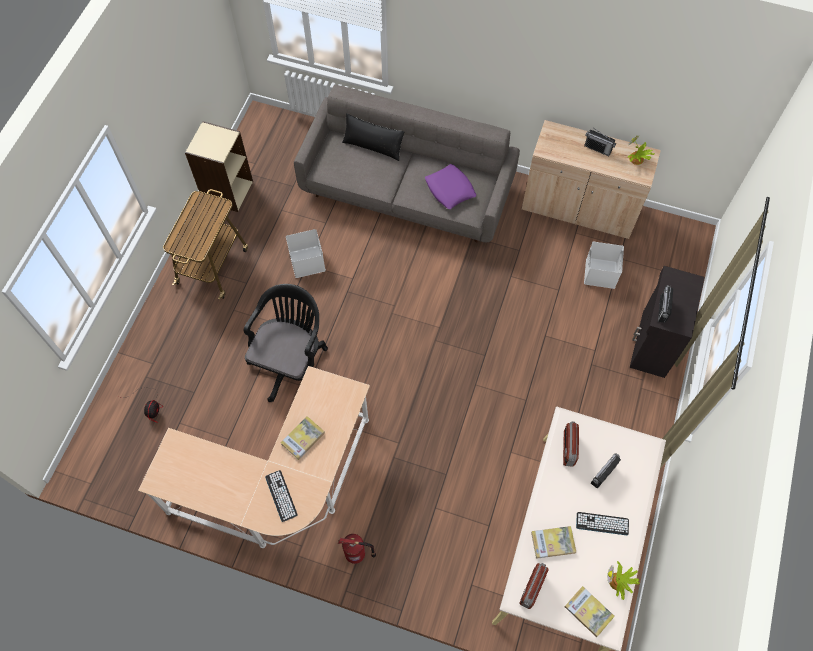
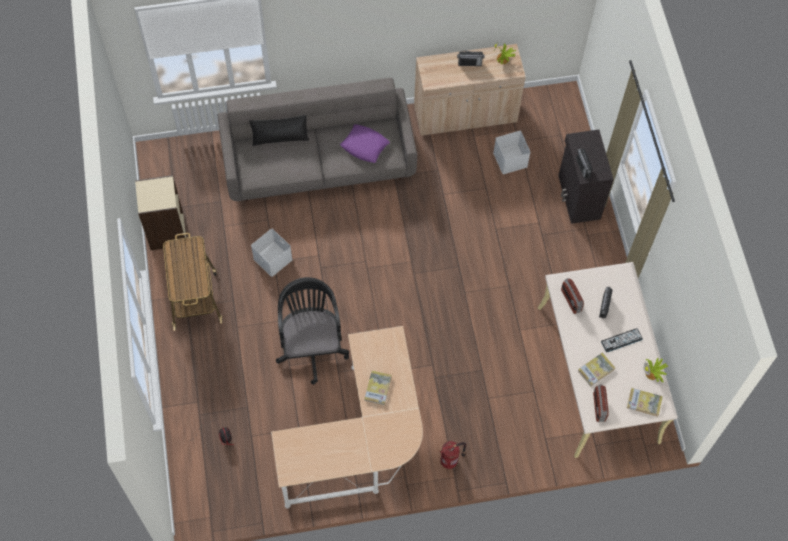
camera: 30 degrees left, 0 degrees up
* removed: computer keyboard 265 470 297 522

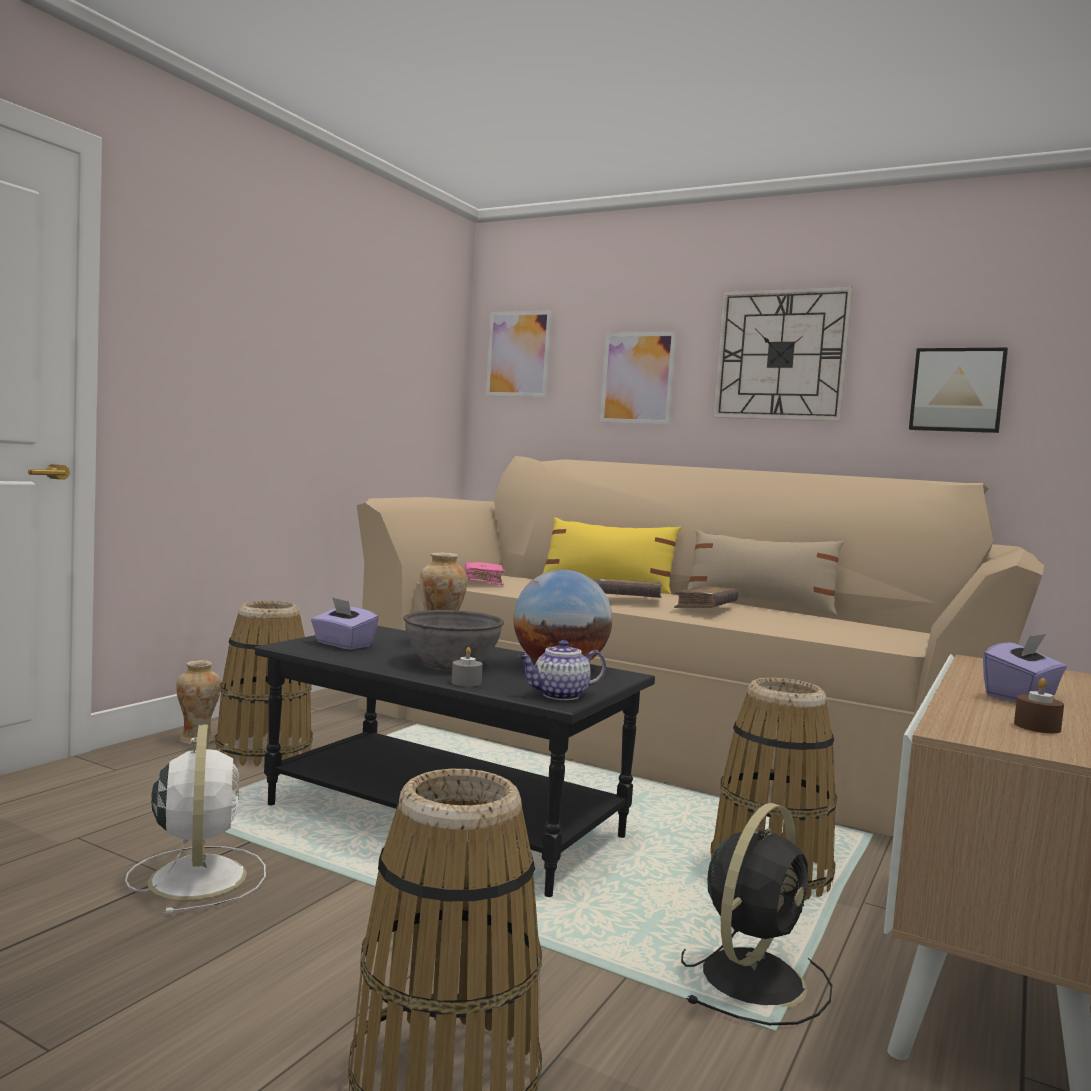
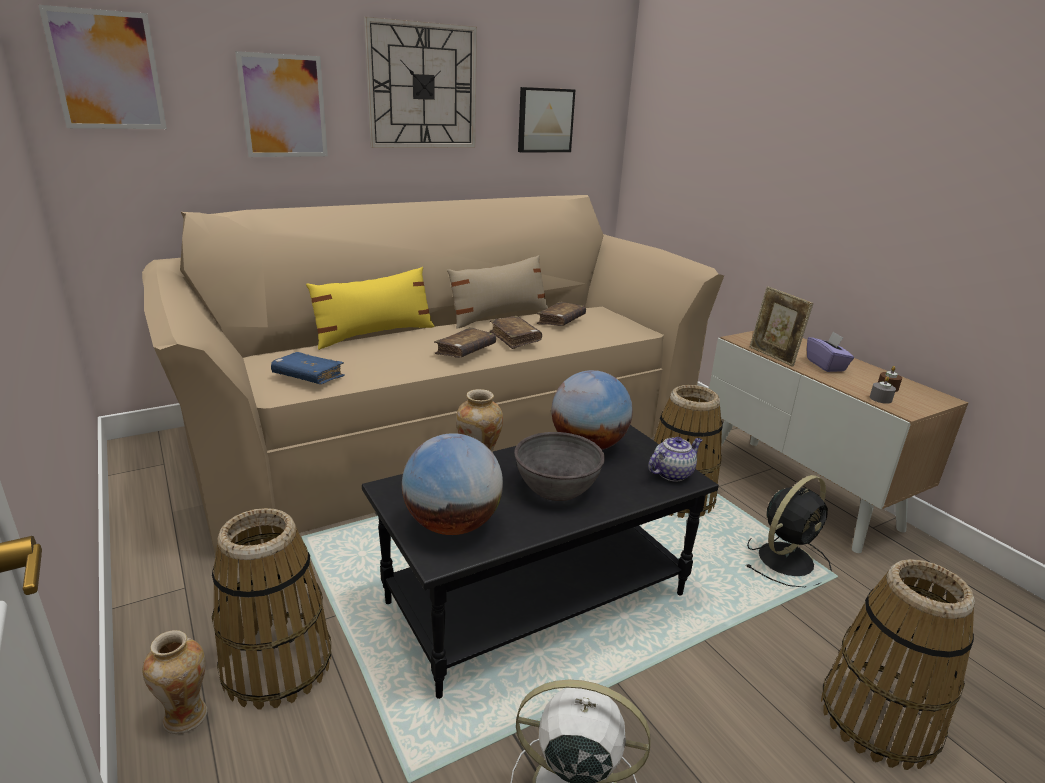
camera: 60 degrees left, 20 degrees up
* recoloured: pink-coloured bound book 465 562 505 585 to bluish bound book 271 352 345 384
* replaced: purplish tissue box 311 597 379 650 to world globe 402 433 503 535
* turned: teapot 518 640 606 700 = 648 437 702 482 135 degrees counterclockwise
* moved: gray wax candle 451 647 483 686 to 870 376 896 404
* turned: black-coloured cooling fan 681 803 832 1026 = 745 475 832 587 75 degrees clockwise
* added: picture frame 750 286 813 367
* added: brown bound book 537 302 586 326

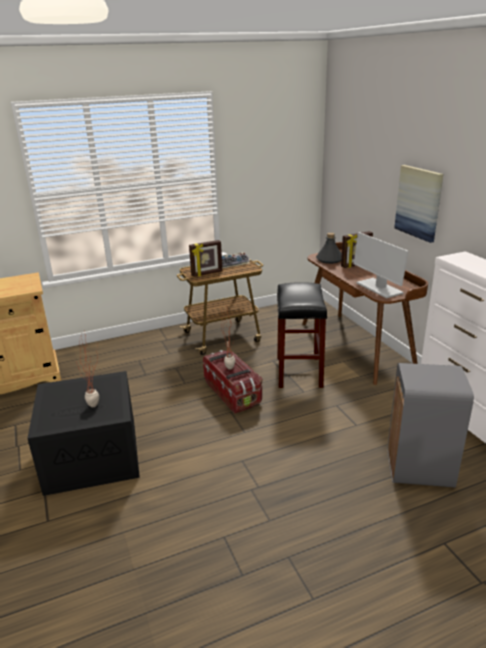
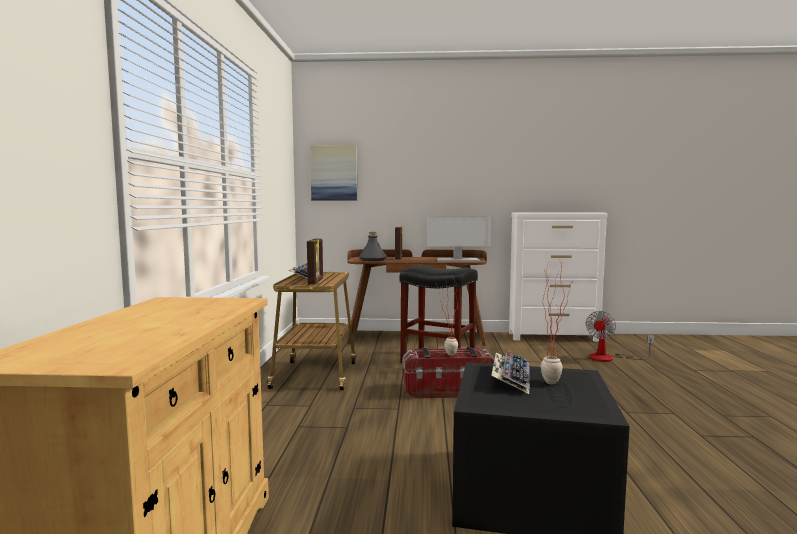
camera: 65 degrees left, 20 degrees down
* moved: picture 394 165 443 243 to 310 145 357 200
* replaced: gray trash can 388 363 474 487 to cooling fan 586 311 654 362
* added: computer keyboard 491 351 530 394

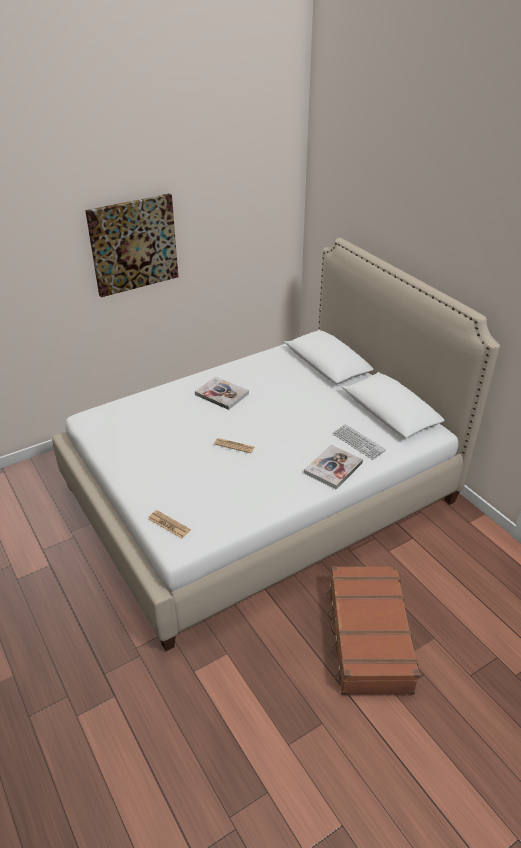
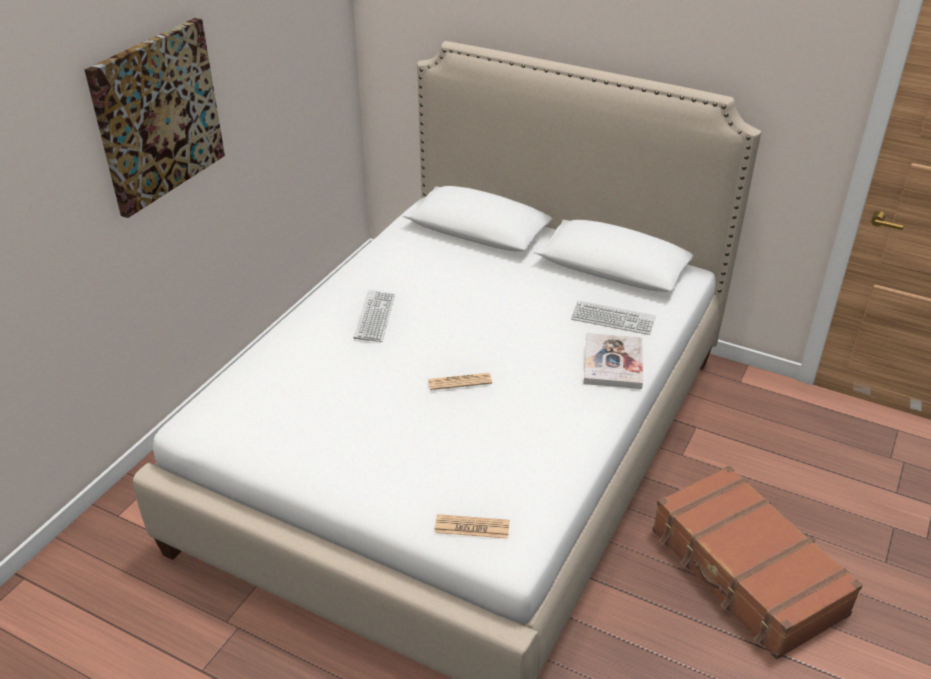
camera: 30 degrees left, 0 degrees up
* replaced: bound book 195 376 249 410 to computer keyboard 353 290 395 342

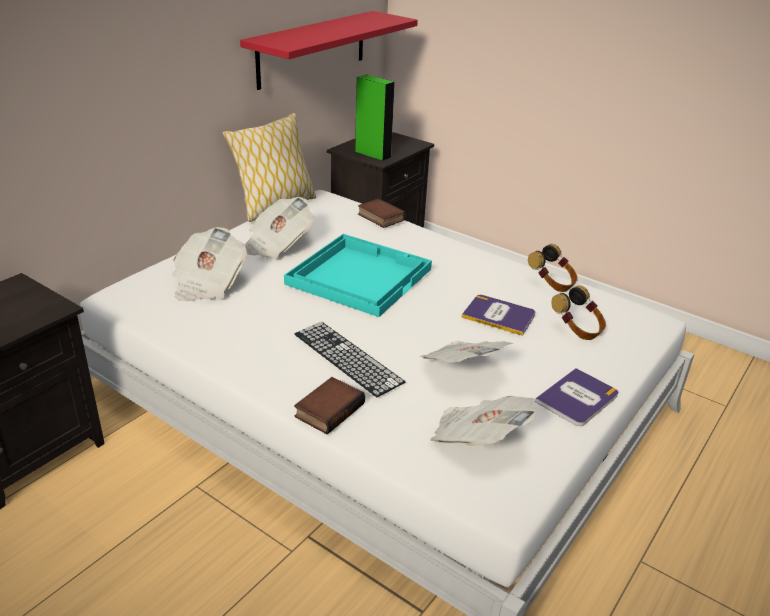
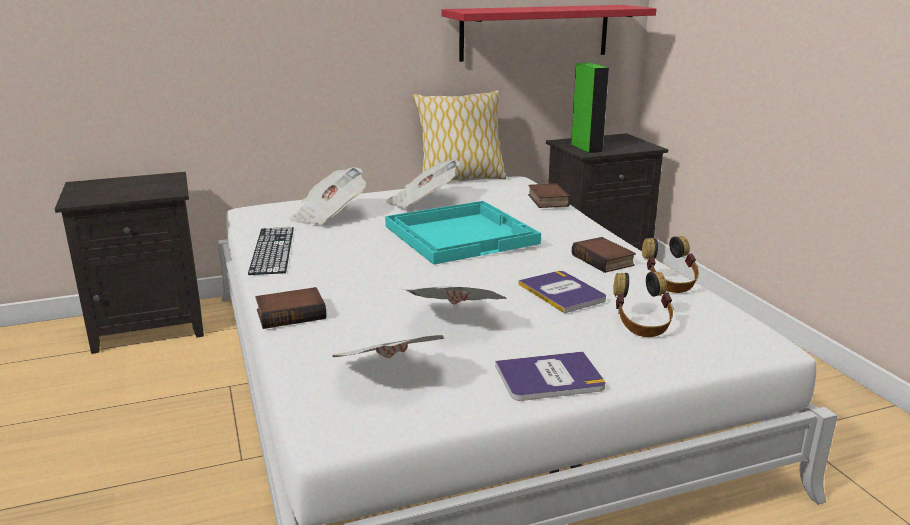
camera: 35 degrees right, 10 degrees down
* moved: computer keyboard 295 322 405 397 to 248 227 294 275
* added: bound book 572 237 636 273

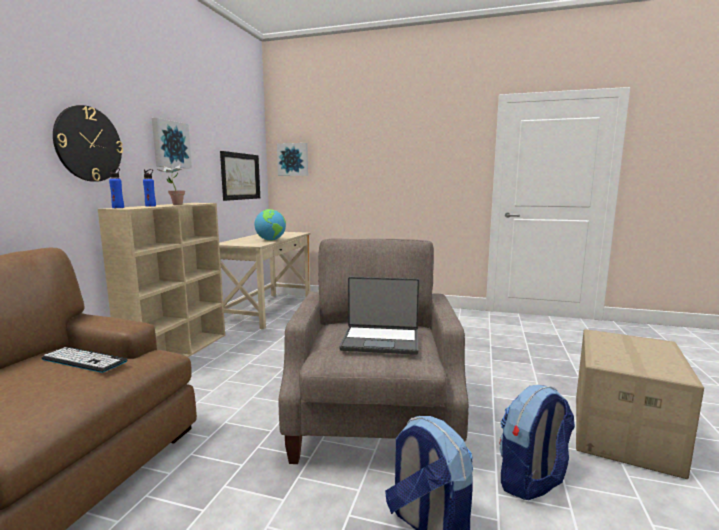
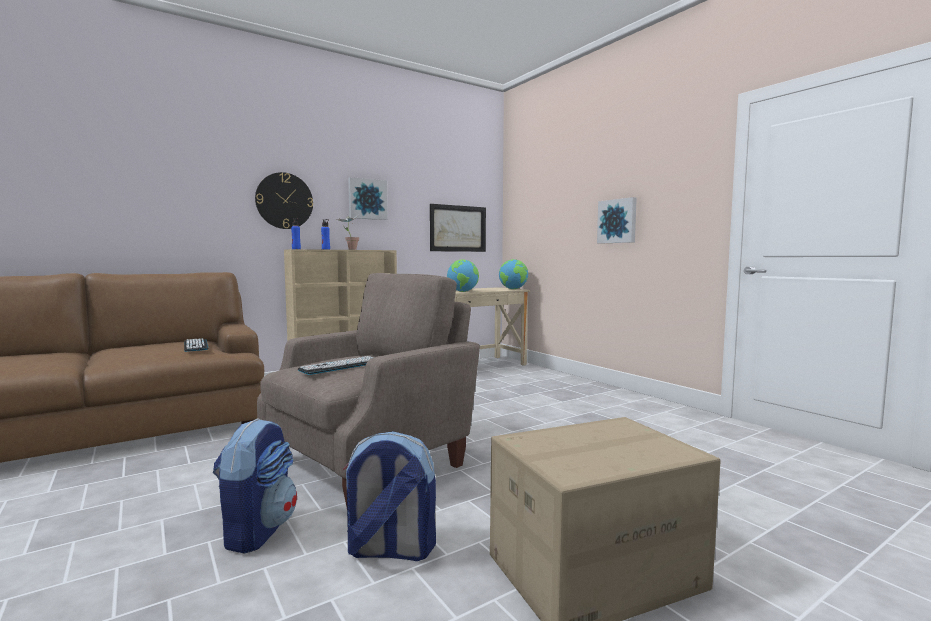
camera: 40 degrees right, 5 degrees down
* moved: picture 277 143 308 176 to 597 197 637 244
* replaced: notebook computer 339 277 419 355 to computer keyboard 298 356 374 375
* added: world globe 499 259 528 289

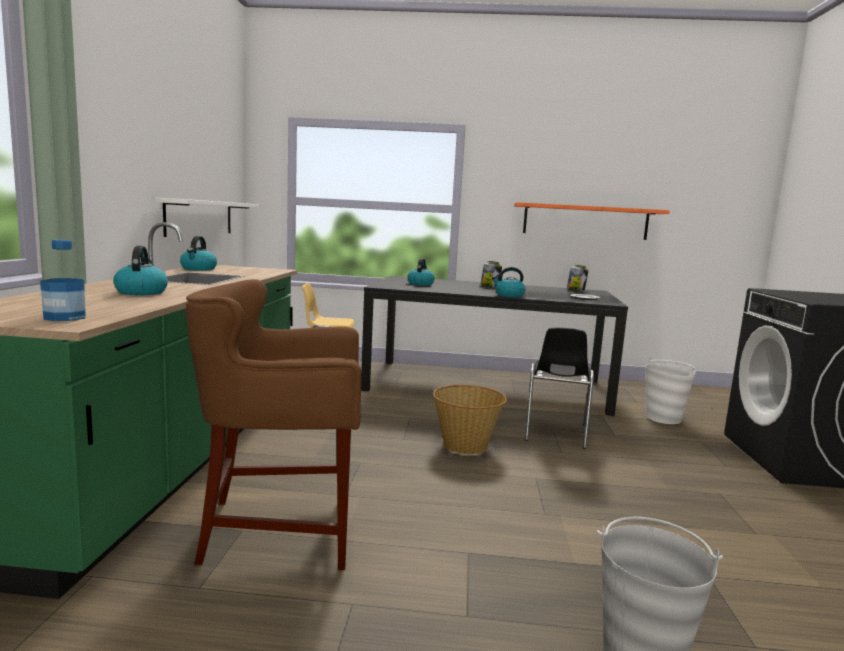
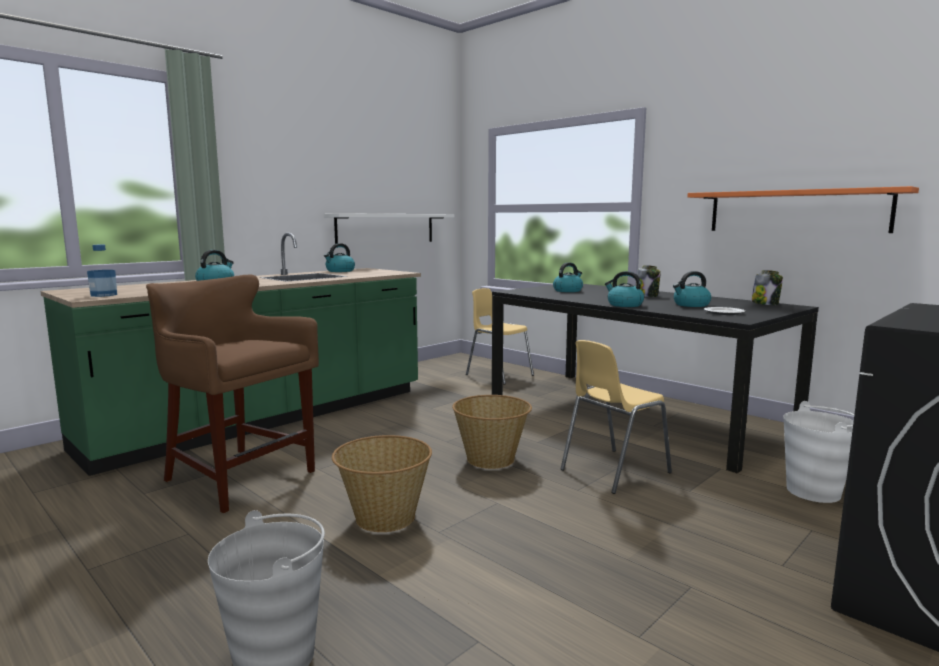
camera: 40 degrees right, 0 degrees up
* recoloured: black-coloured chair 525 327 594 449 to yellow chair 561 340 672 494
* added: tea kettle 673 271 711 307
* added: storage basket 332 435 432 532

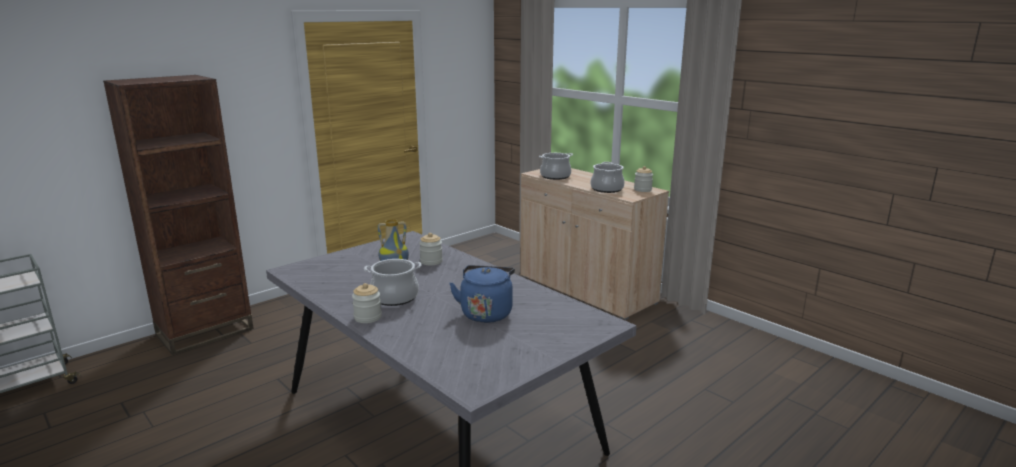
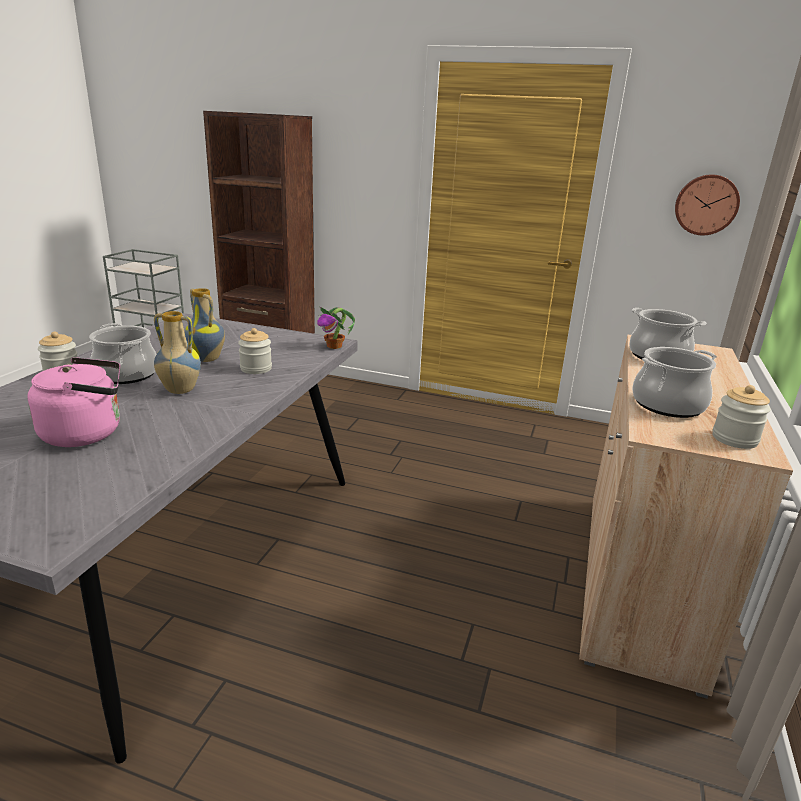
camera: 60 degrees right, 5 degrees up
* recoloured: bluish tea kettle 449 265 515 323 to pink-coloured tea kettle 27 357 120 447
* added: hanging clock 675 174 740 235
* added: plant in a pot 317 307 355 349
* added: vase 154 311 201 394

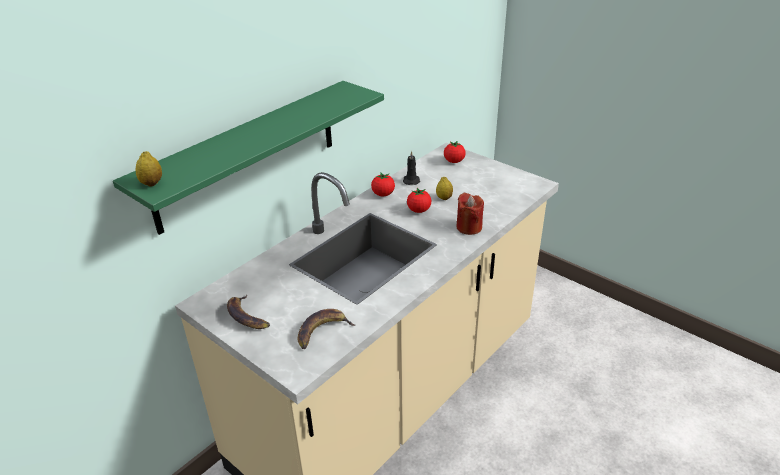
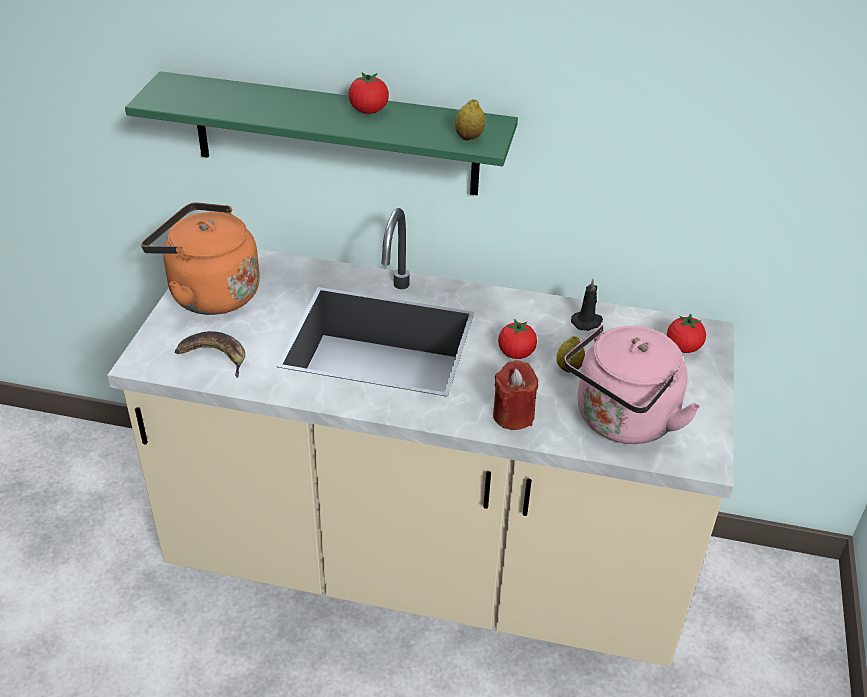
camera: 60 degrees right, 5 degrees up
* moved: citrus fruit 135 151 162 187 to 455 99 485 140
* moved: tomato 371 172 395 196 to 348 73 389 114
* replaced: banana 227 295 270 329 to orange-coloured tea kettle 141 202 260 315
* added: pink-coloured tea kettle 564 325 700 444

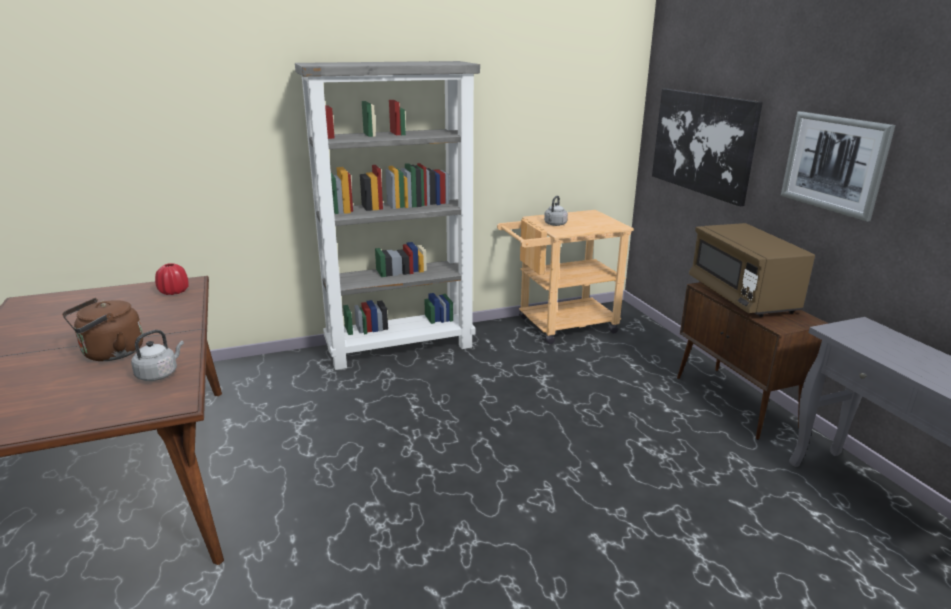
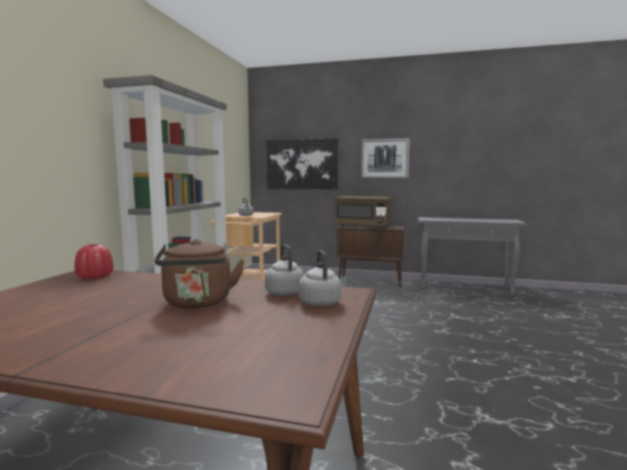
camera: 55 degrees left, 15 degrees down
* added: gray tea kettle 299 250 342 306

